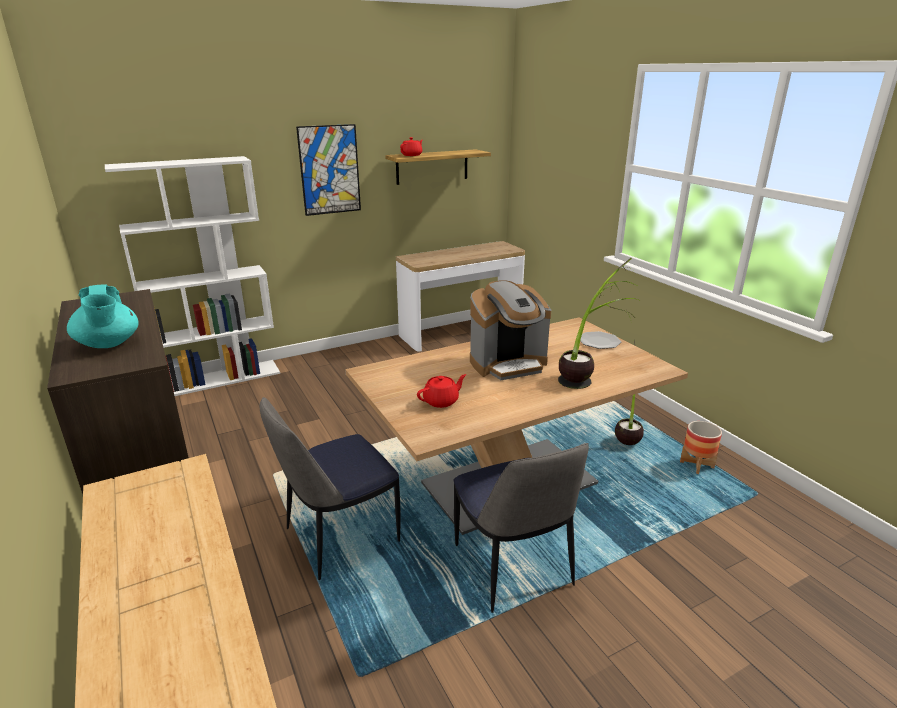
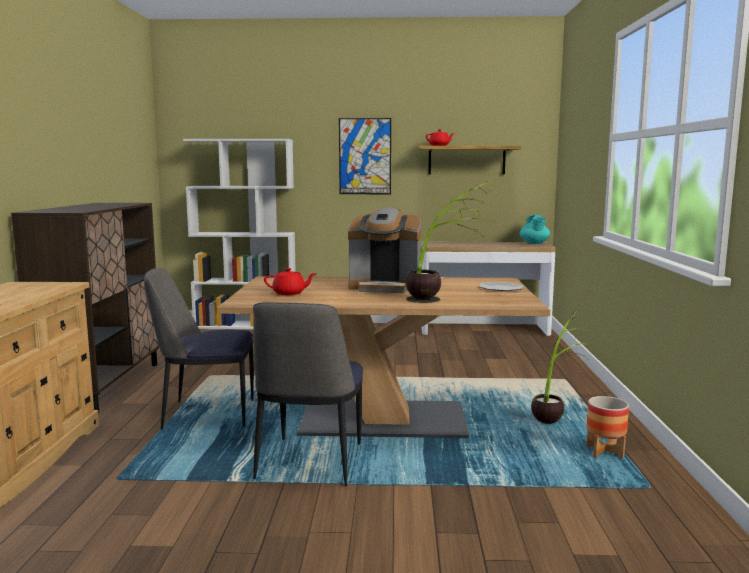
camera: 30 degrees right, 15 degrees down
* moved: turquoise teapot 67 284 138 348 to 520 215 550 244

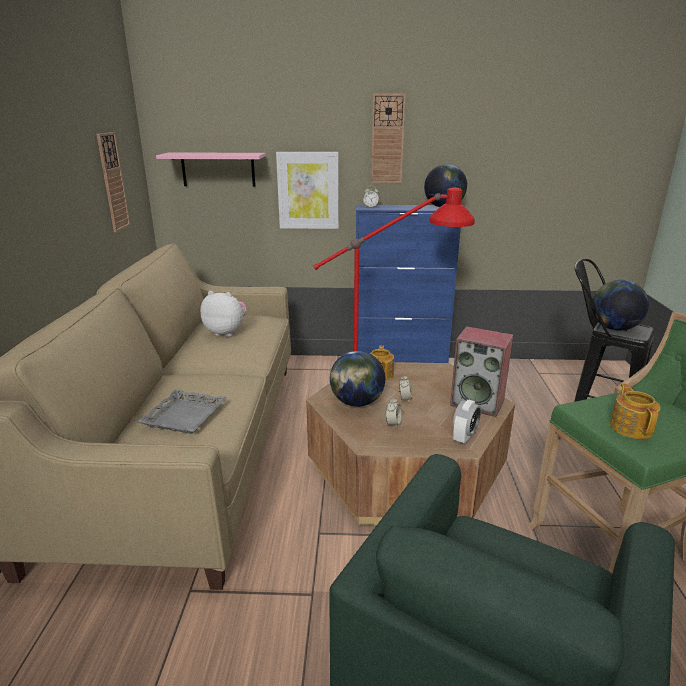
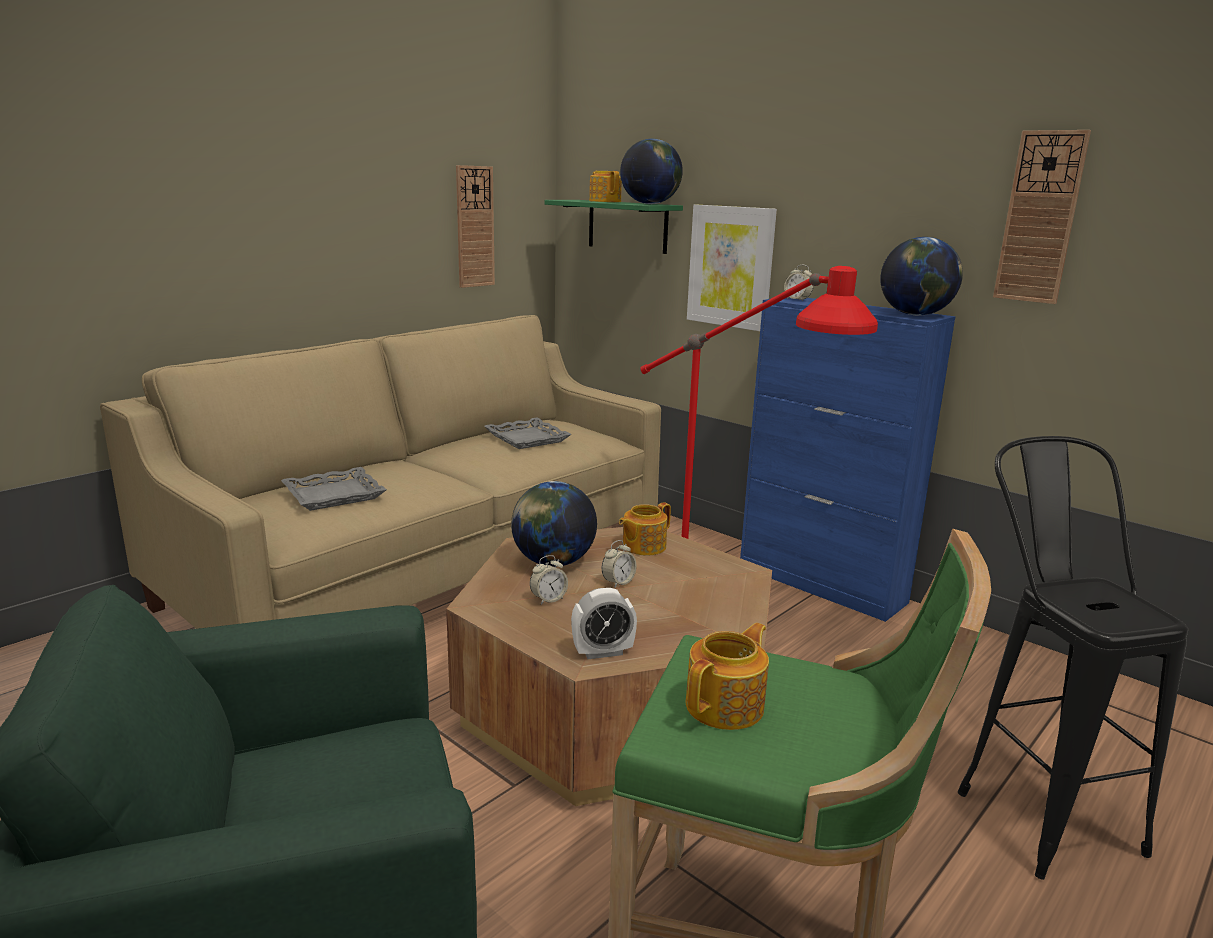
camera: 40 degrees right, 5 degrees down
* moved: hanging clock 371 94 405 183 to 993 130 1091 304
* recoloured: pink-coloured bracket shelf 156 152 266 187 to green bracket shelf 545 200 683 254
* moved: world globe 592 280 649 331 to 620 139 683 204
* replaced: soft toy 200 291 247 337 to gray serving tray 484 417 572 449
* removed: audio speaker 450 326 513 417
* added: teapot 589 171 622 202

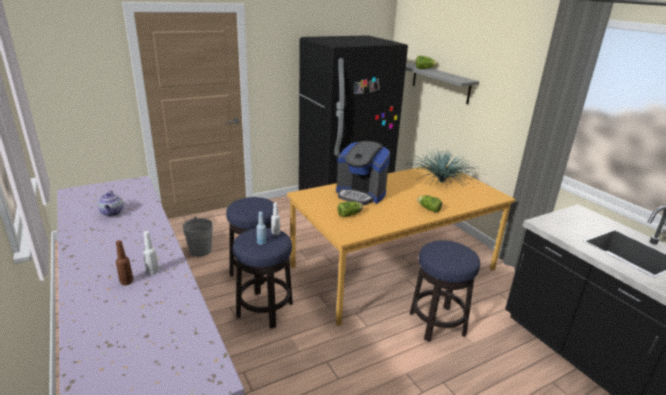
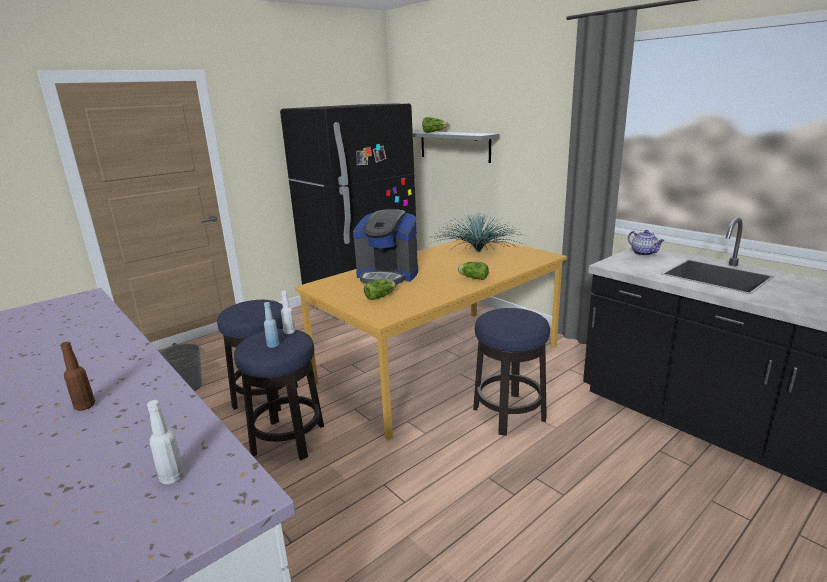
camera: 10 degrees left, 5 degrees down
* moved: teapot 98 191 123 216 to 628 230 664 256
* moved: white-coloured bottle 143 231 159 275 to 147 400 184 485

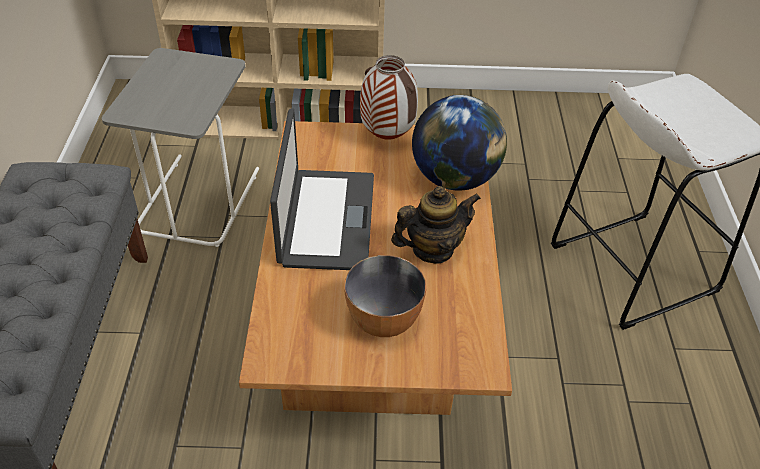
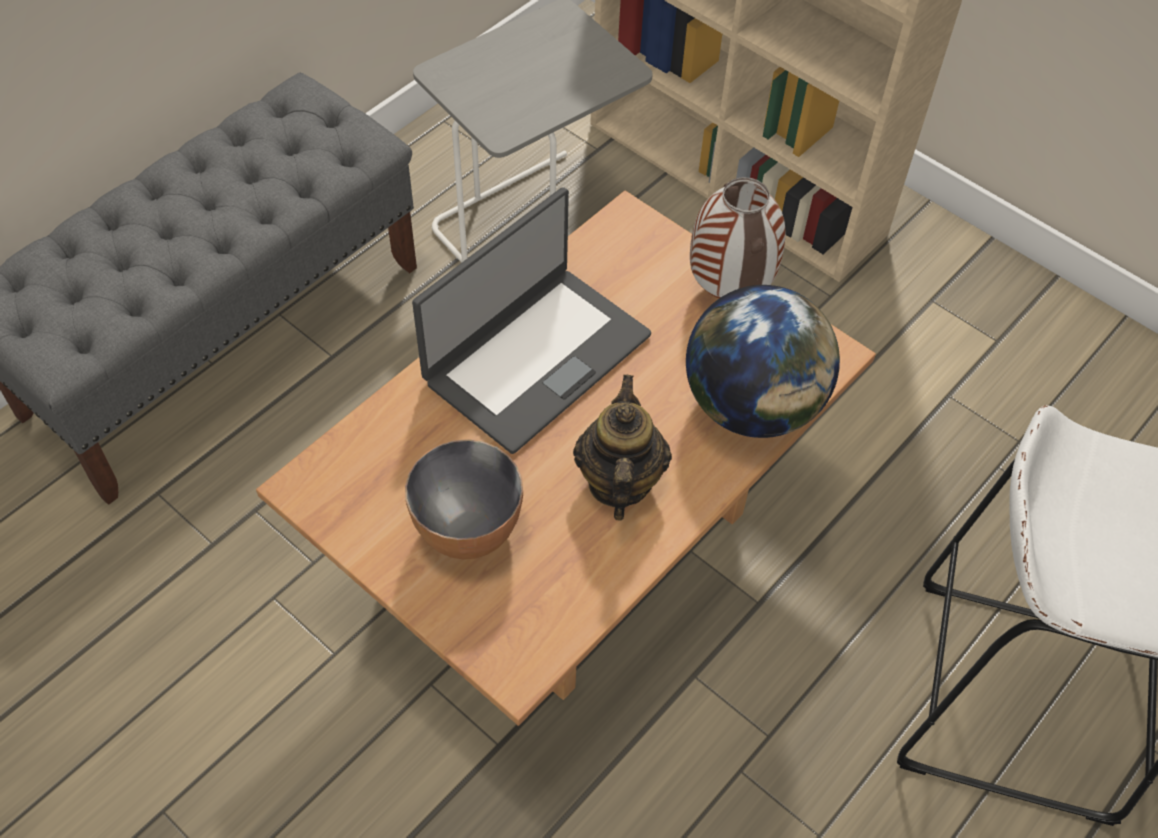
camera: 40 degrees right, 10 degrees up
* turned: teapot 391 186 481 264 = 573 375 672 521 105 degrees counterclockwise

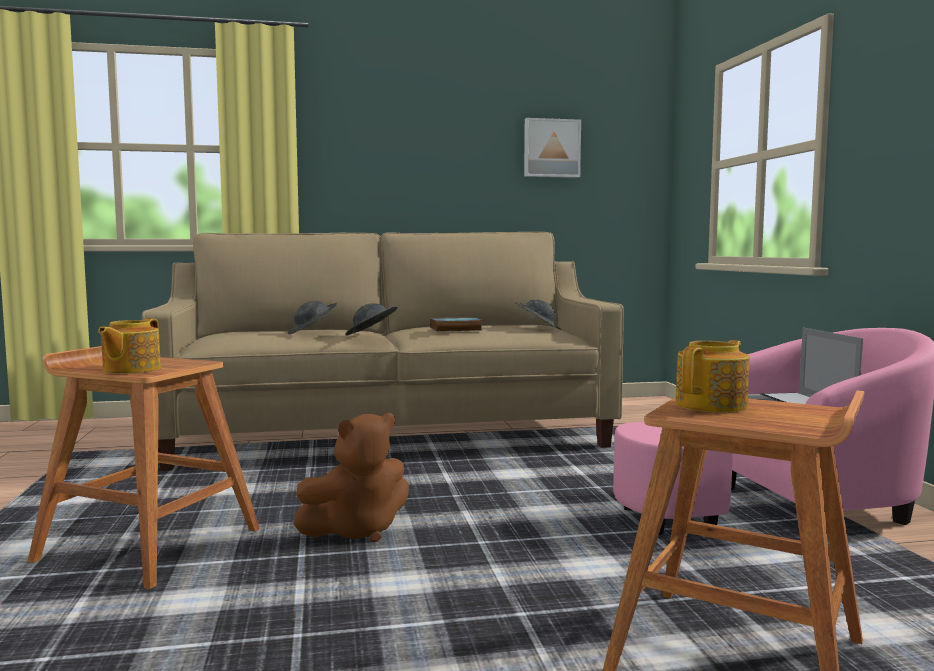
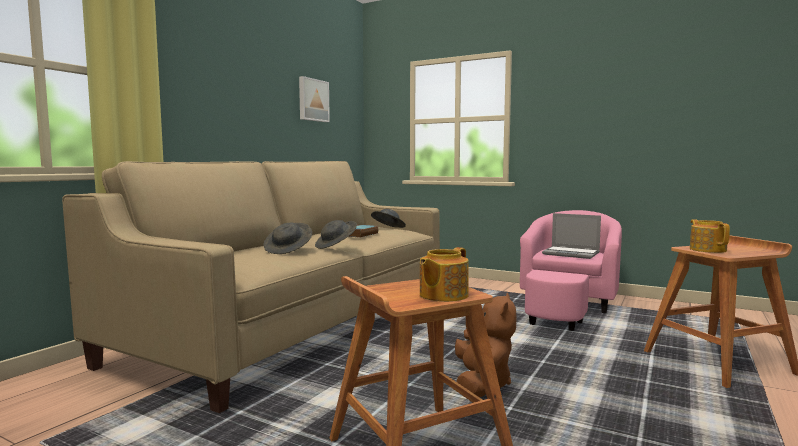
camera: 50 degrees left, 0 degrees up
* turned: teapot 98 318 161 374 = 420 247 469 302 75 degrees clockwise

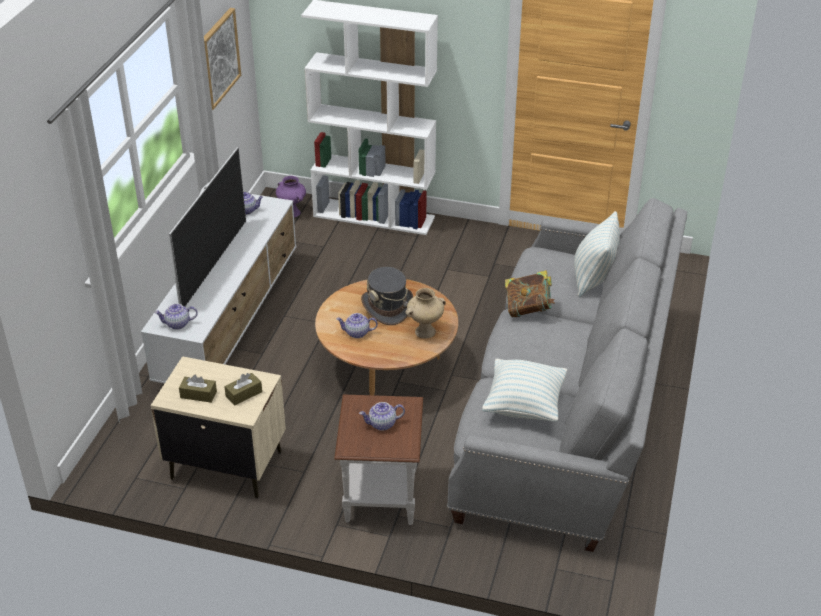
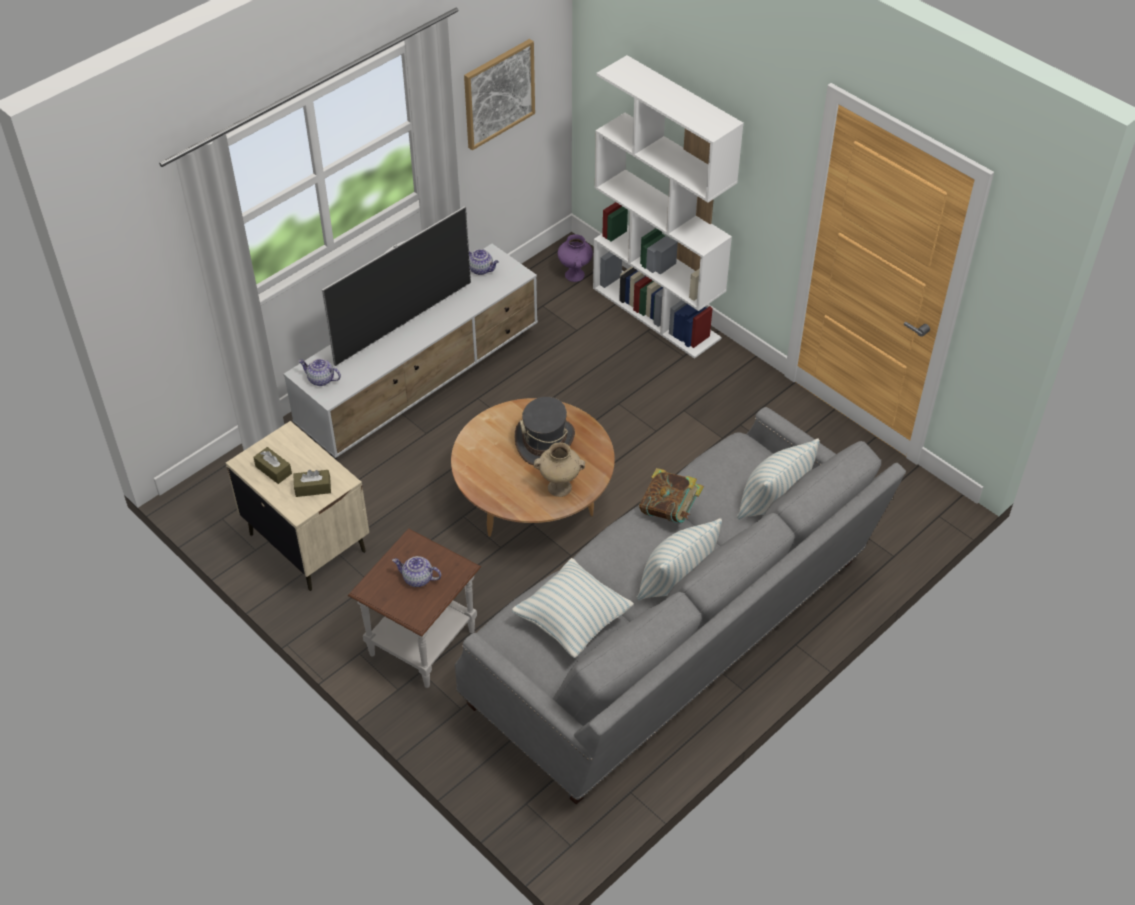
camera: 30 degrees right, 10 degrees up
* removed: teapot 336 313 378 338
* added: throw pillow 637 518 722 601

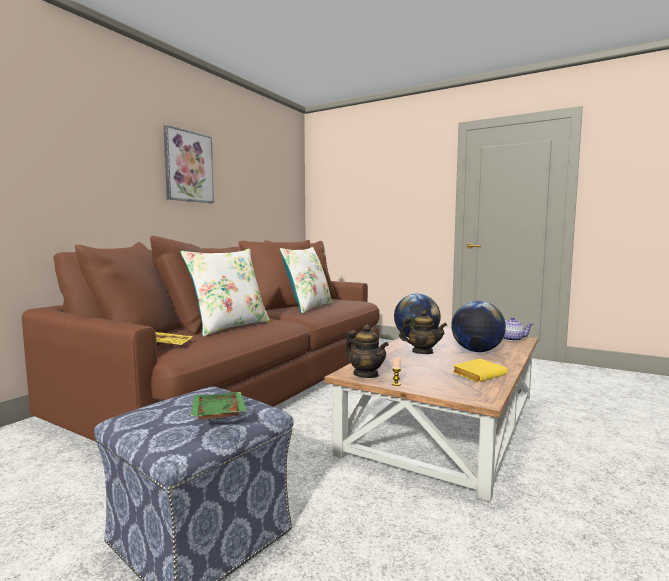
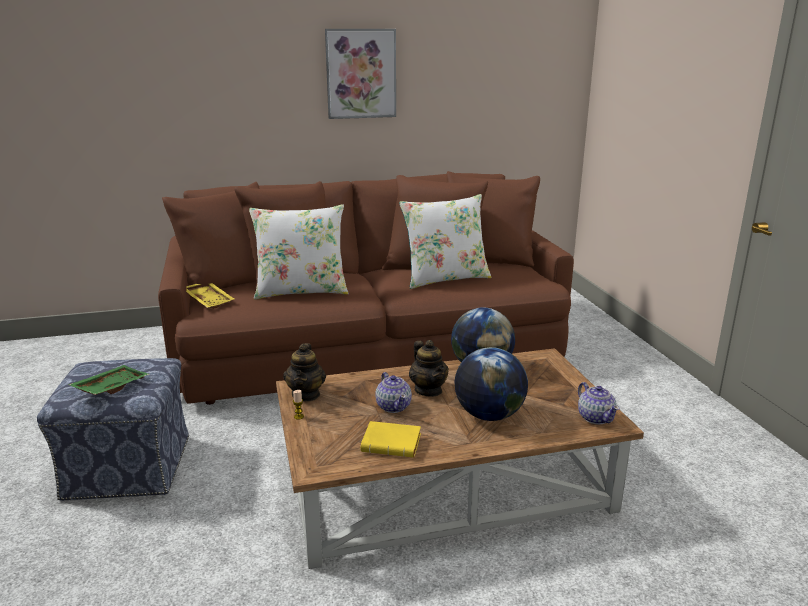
camera: 45 degrees right, 15 degrees up
* added: teapot 375 372 412 413

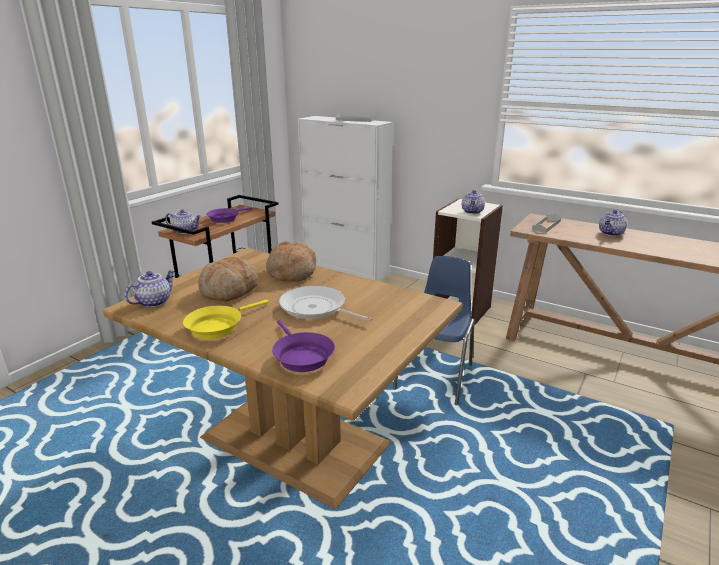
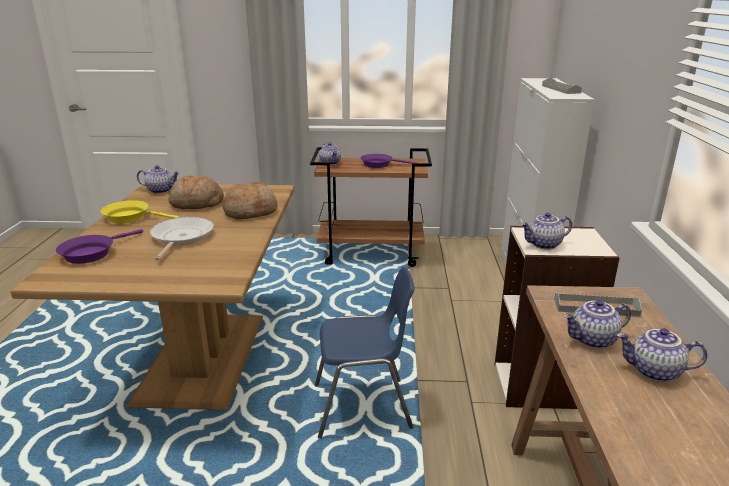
camera: 60 degrees right, 0 degrees up
* added: teapot 564 300 631 349

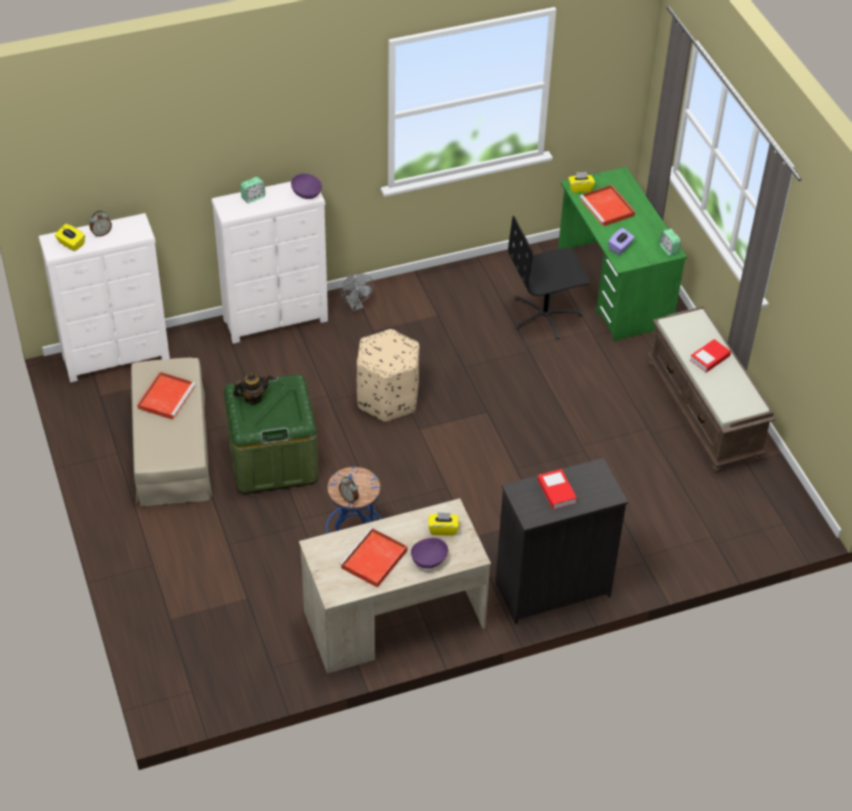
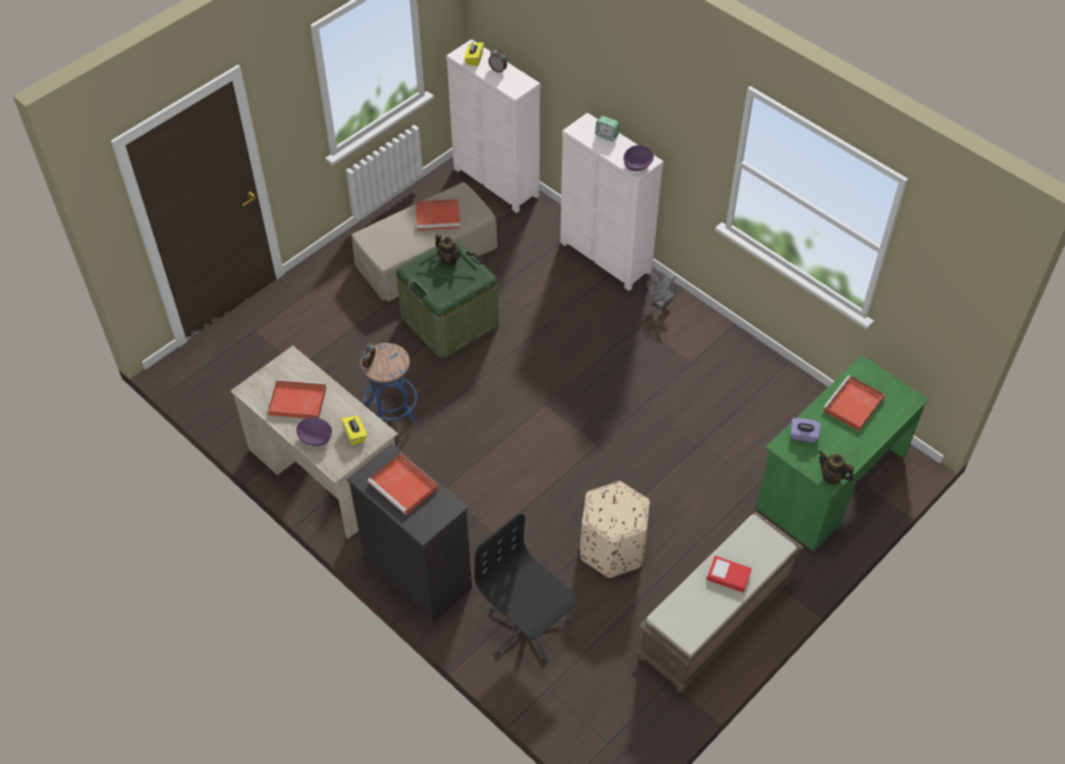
camera: 65 degrees right, 5 degrees up
* removed: yellow tissue box 568 172 595 193
* moved: black-coloured computer chair 508 216 590 339 to 474 513 577 662
* replaced: alarm clock 659 229 681 256 to teapot 818 451 854 485
* moved: beige footrest 357 329 419 422 to 580 481 650 578
* replaced: bound book 537 469 577 510 to red serving tray 368 453 438 515

